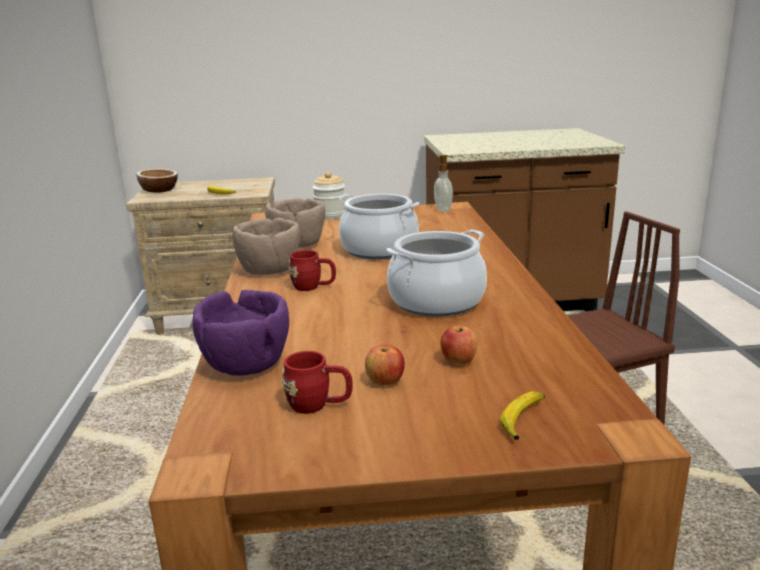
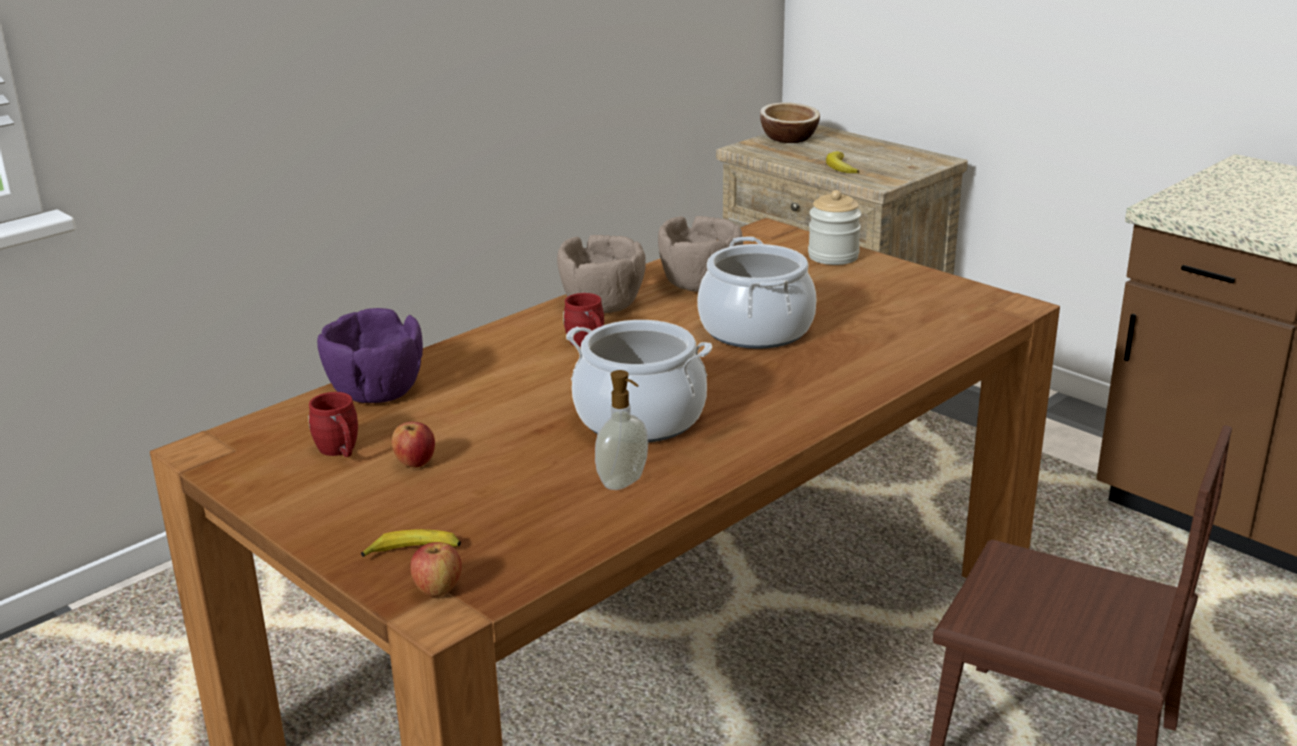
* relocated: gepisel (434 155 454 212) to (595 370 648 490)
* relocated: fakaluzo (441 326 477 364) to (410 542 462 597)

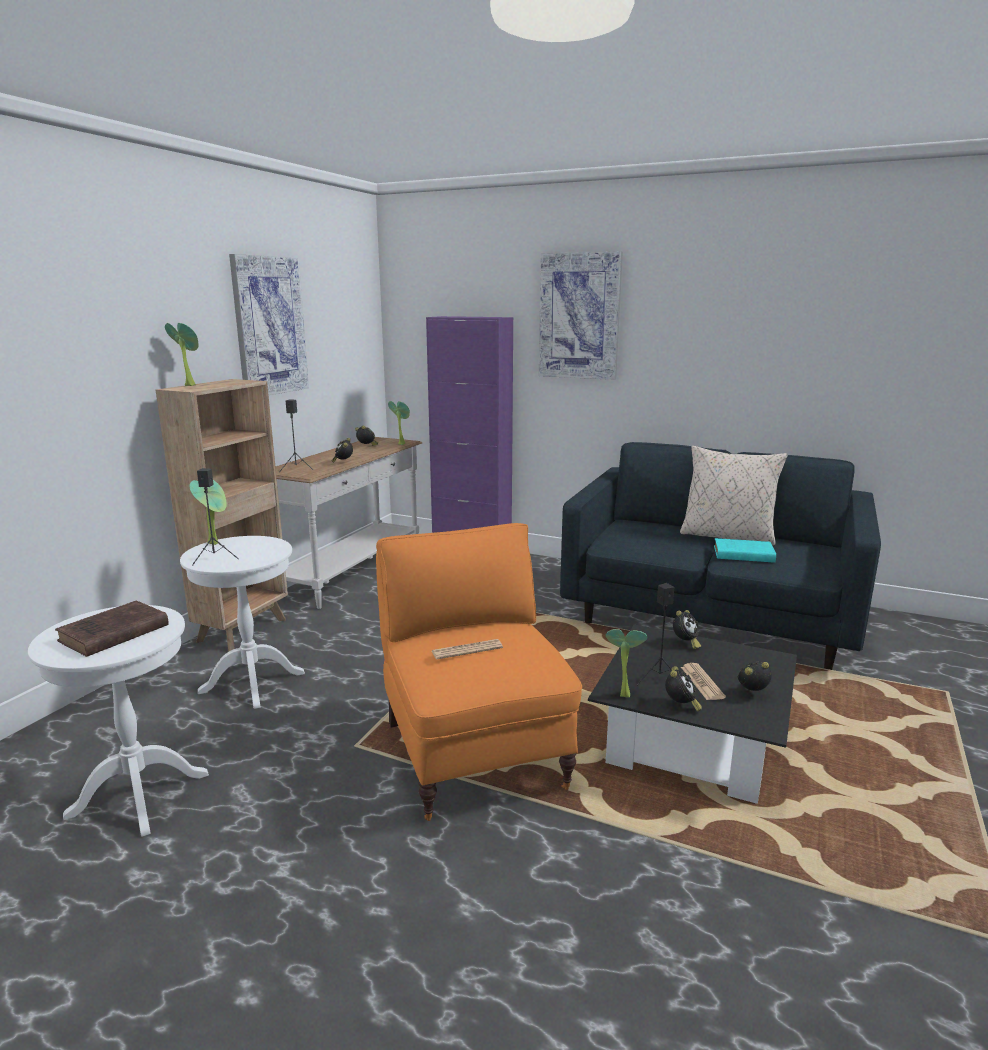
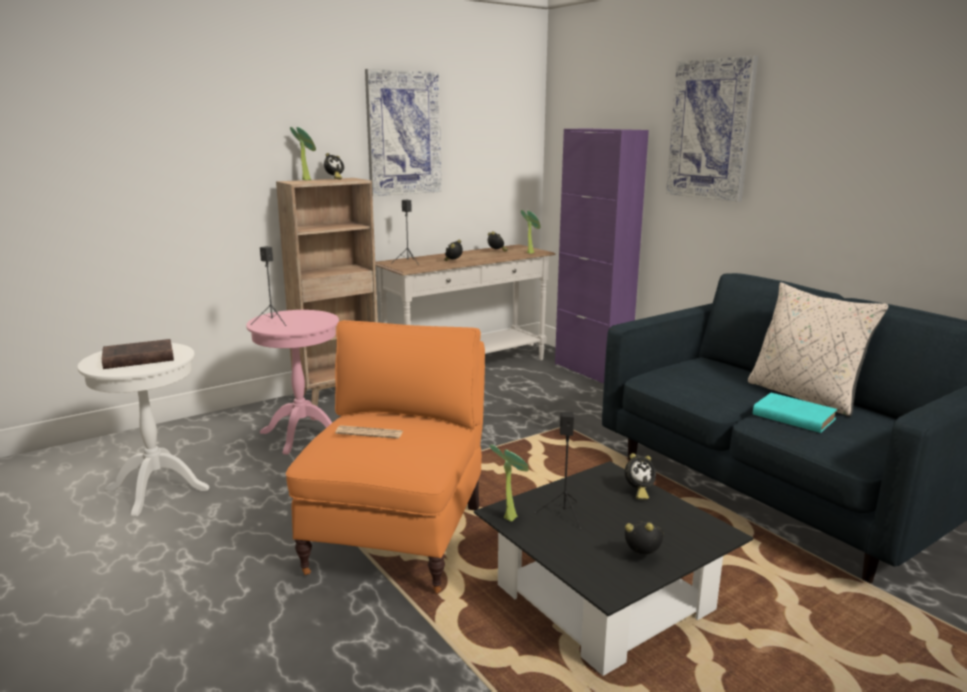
* missing: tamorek (189 480 227 545)
* missing: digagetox (681 663 726 700)
* relocated: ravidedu (665 666 702 712) to (324 153 344 180)
* colour: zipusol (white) (180 536 305 709) to zipusol (pink) (246 310 339 455)

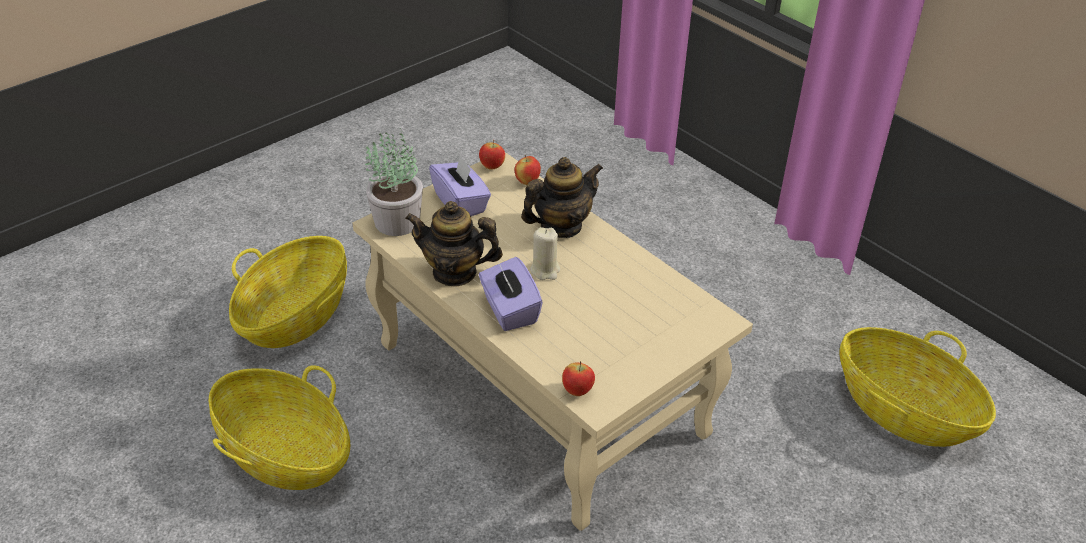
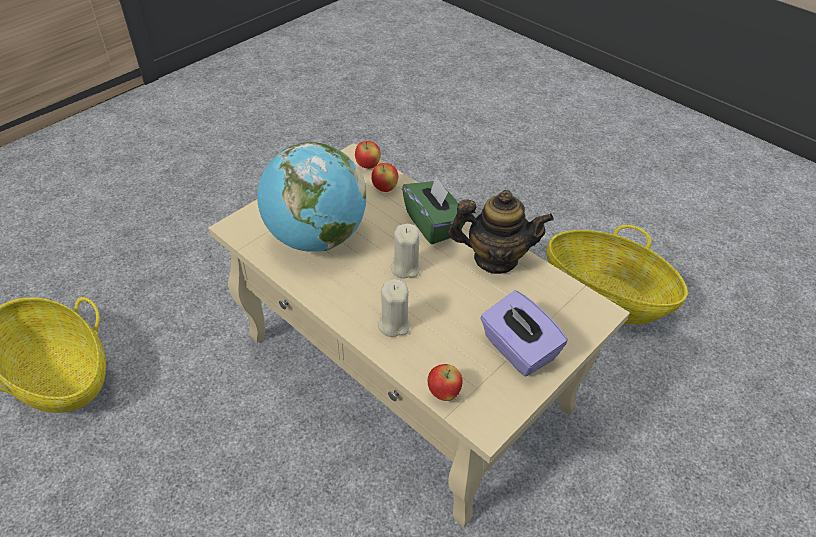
* missing: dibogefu (229 236 347 348)
* missing: tamorek (365 128 423 236)
* appeared: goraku (257 142 366 252)
* relocated: fakaluzo (479 140 505 170) to (371 163 398 192)
* exchanged: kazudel (521 157 603 238) to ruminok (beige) (378 279 411 337)
* colour: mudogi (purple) (479 257 543 331) to mudogi (green) (402 176 466 244)

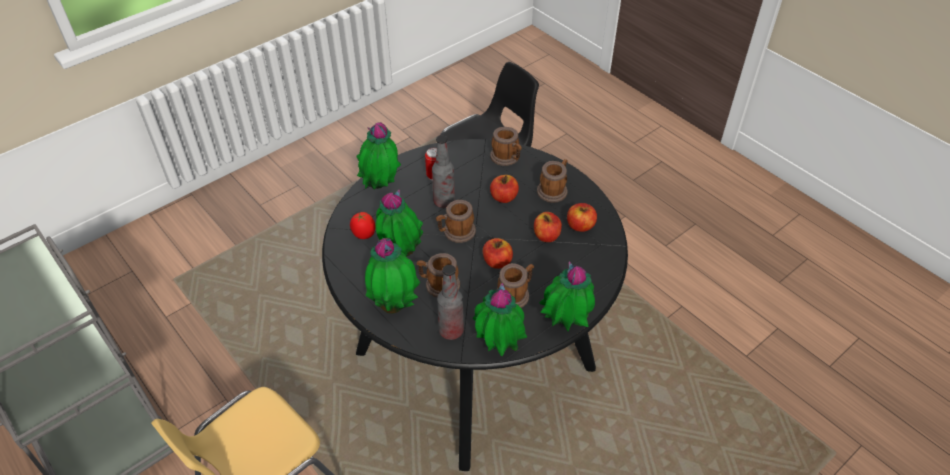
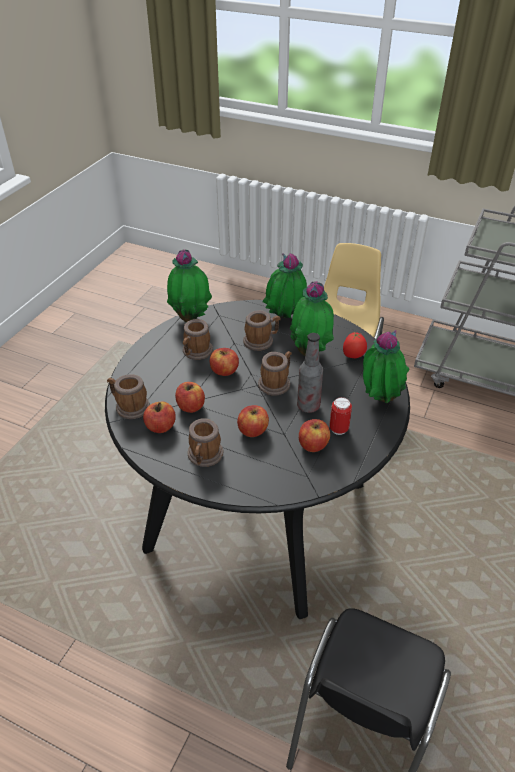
* missing: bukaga (437 265 464 340)
* missing: tamorek (539 262 595 331)
* appeared: fakaluzo (299 419 330 452)
* relocated: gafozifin (490 127 522 166) to (107 374 150 419)

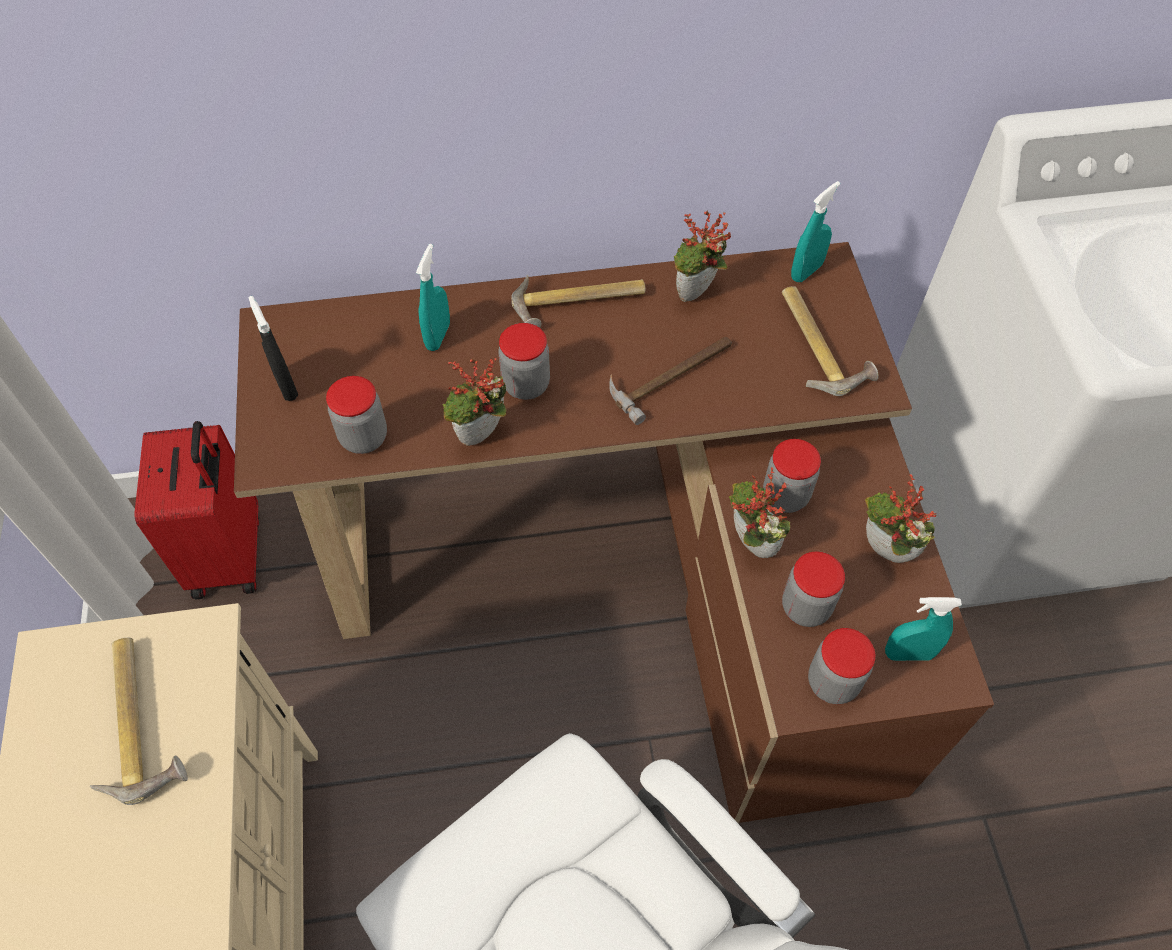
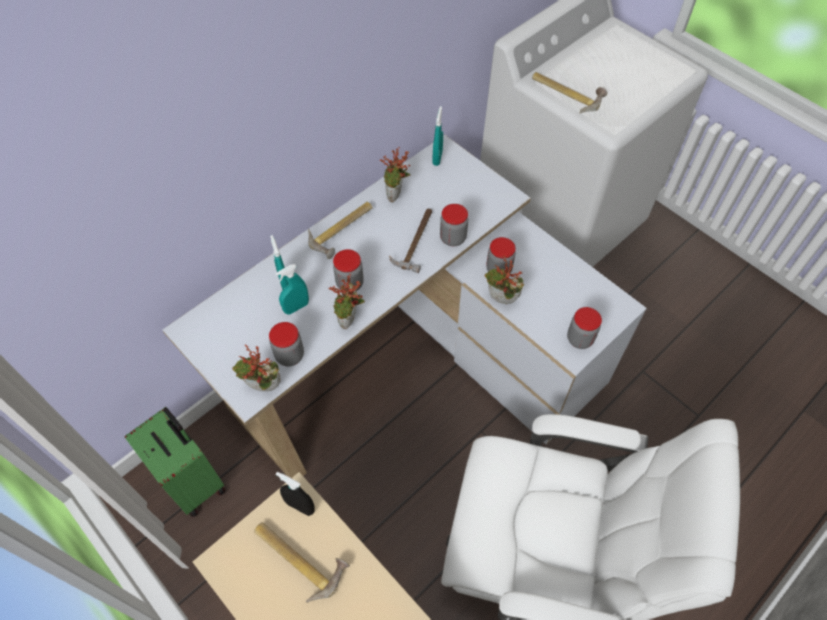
* relocated: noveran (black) (249 296 298 401) to (276 471 315 516)
* relocated: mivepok (782 286 879 396) to (532 72 607 113)
* relocated: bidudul (782 551 845 627) to (440 204 468 246)
* relocated: tamorek (865 474 937 563) to (232 345 280 391)
* relocated: noveran (turquoise) (885 597 962 661) to (275 264 309 315)
* colour: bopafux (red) (134 421 259 600) to bopafux (green) (124 407 226 517)
* colour: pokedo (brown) (234 242 994 824) to pokedo (white) (162 135 647 478)

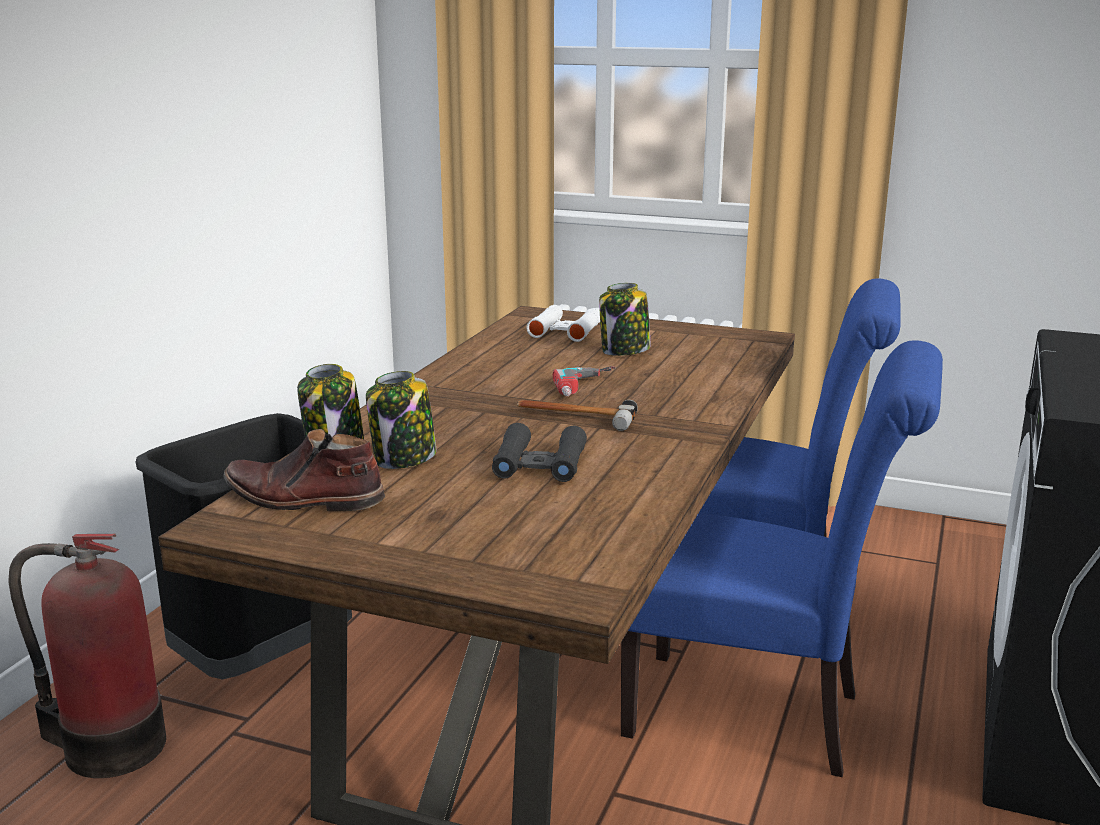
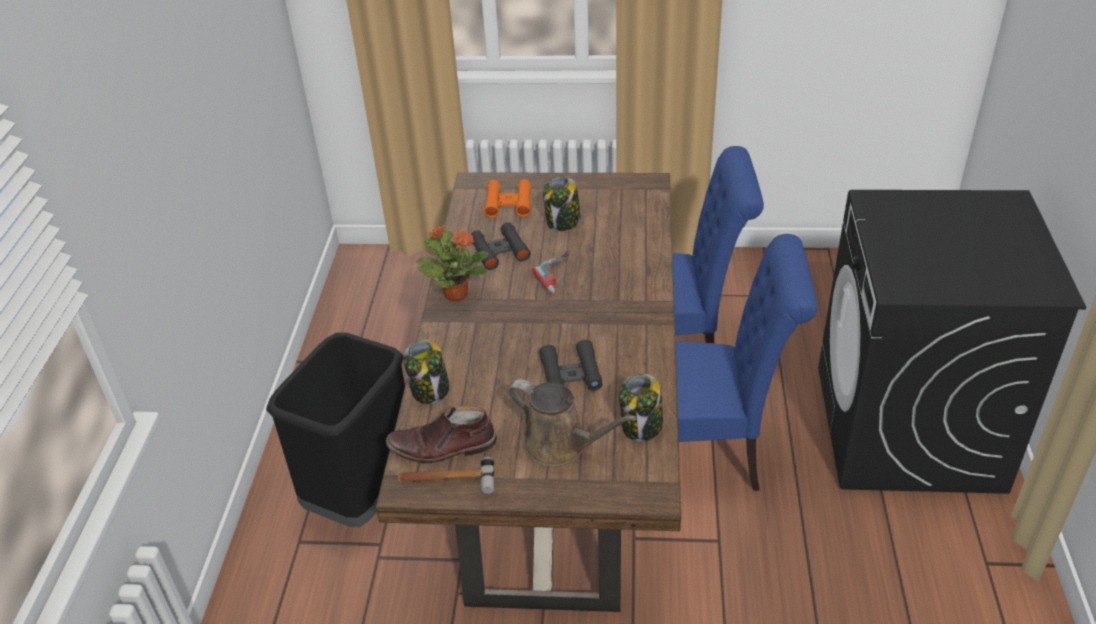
* missing: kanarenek (8 534 166 778)
* appeared: tamorek (416 225 488 302)
* appeared: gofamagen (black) (471 222 531 270)
* appeared: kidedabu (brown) (507 379 637 466)
* relocated: bidudul (366 371 436 469) to (619 374 663 442)
* relocated: mivepok (517 400 638 431) to (398 456 494 494)
* colour: gofamagen (white) (527 305 600 342) to gofamagen (orange) (484 179 531 218)

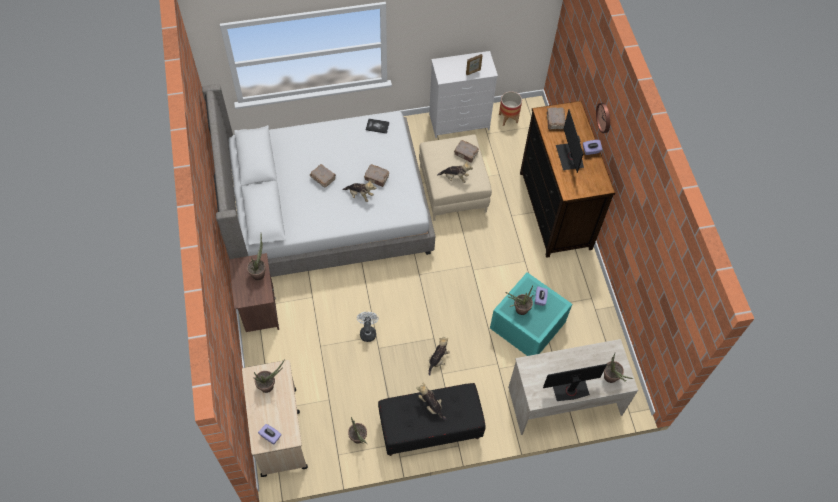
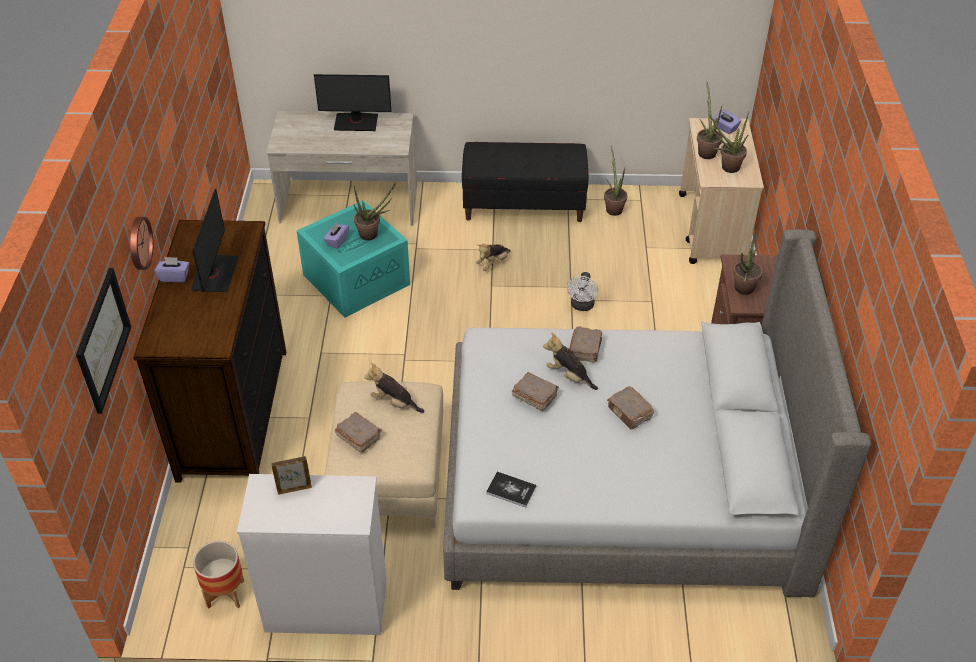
* missing: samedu (416 382 447 420)
* appeared: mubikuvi (76 268 131 414)
* relocated: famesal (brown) (547 107 566 130) to (569 326 602 363)
* relocated: tamorek (604 353 633 383) to (697 82 723 159)

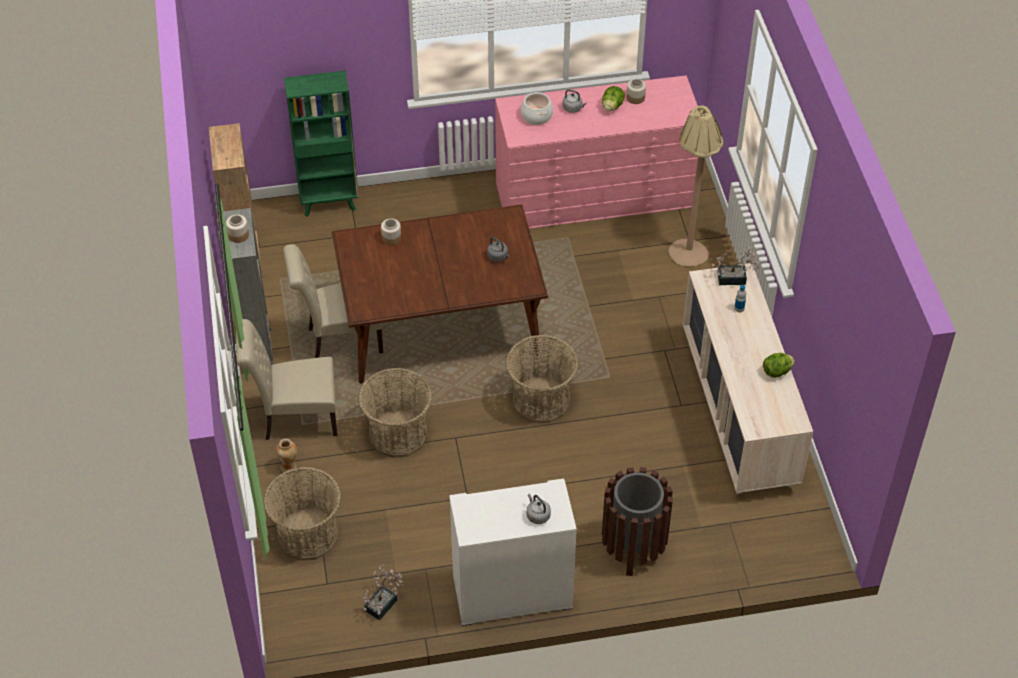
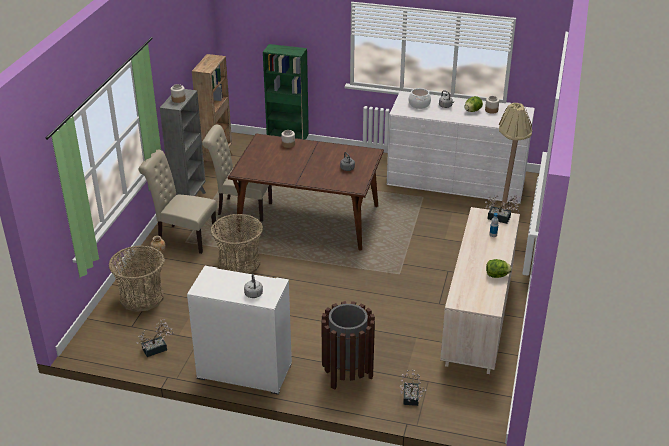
* missing: dibogefu (506 335 579 423)
* appeared: tamorek (400 369 426 406)
* colour: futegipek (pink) (495 75 698 229) to futegipek (white) (387 92 535 204)

